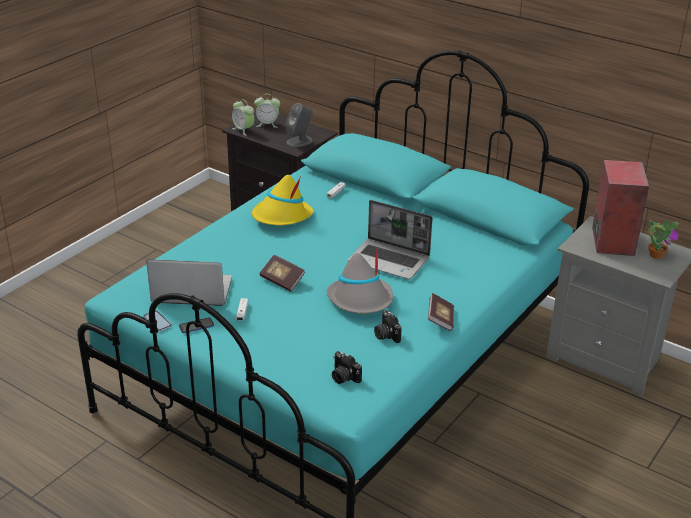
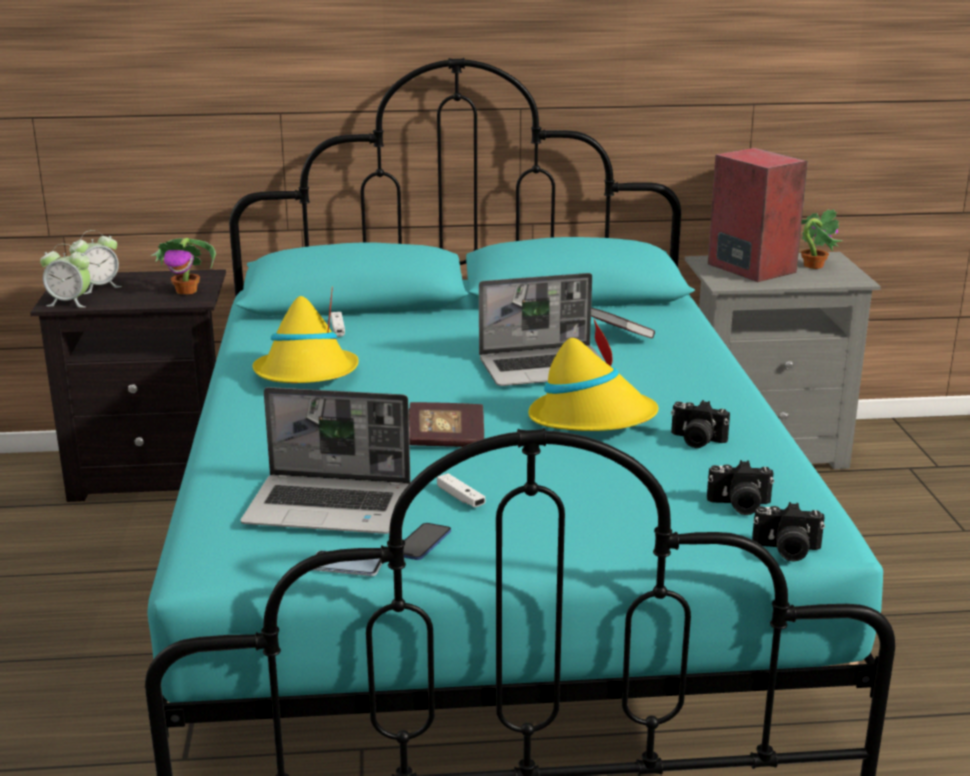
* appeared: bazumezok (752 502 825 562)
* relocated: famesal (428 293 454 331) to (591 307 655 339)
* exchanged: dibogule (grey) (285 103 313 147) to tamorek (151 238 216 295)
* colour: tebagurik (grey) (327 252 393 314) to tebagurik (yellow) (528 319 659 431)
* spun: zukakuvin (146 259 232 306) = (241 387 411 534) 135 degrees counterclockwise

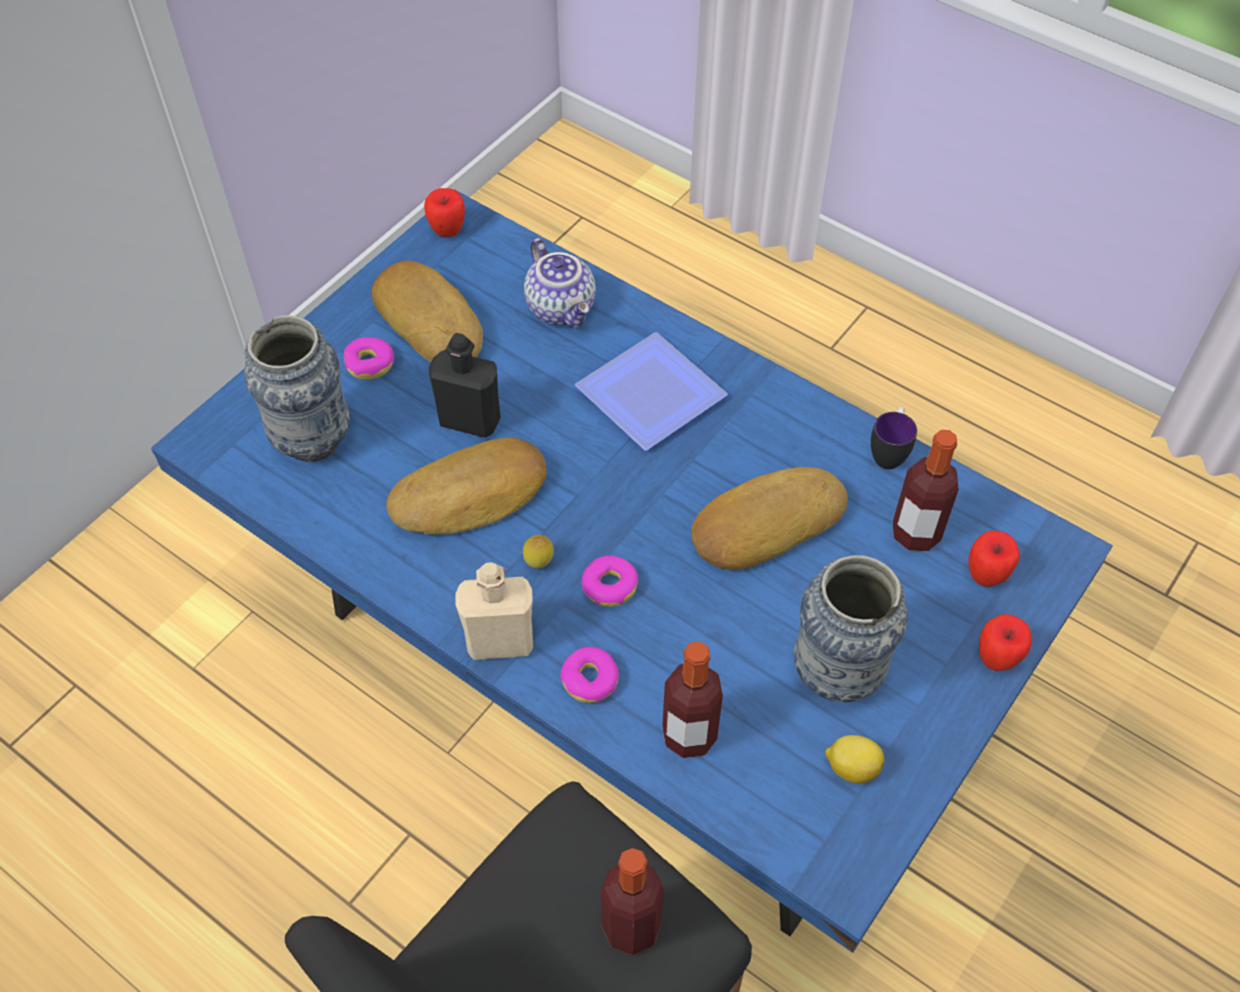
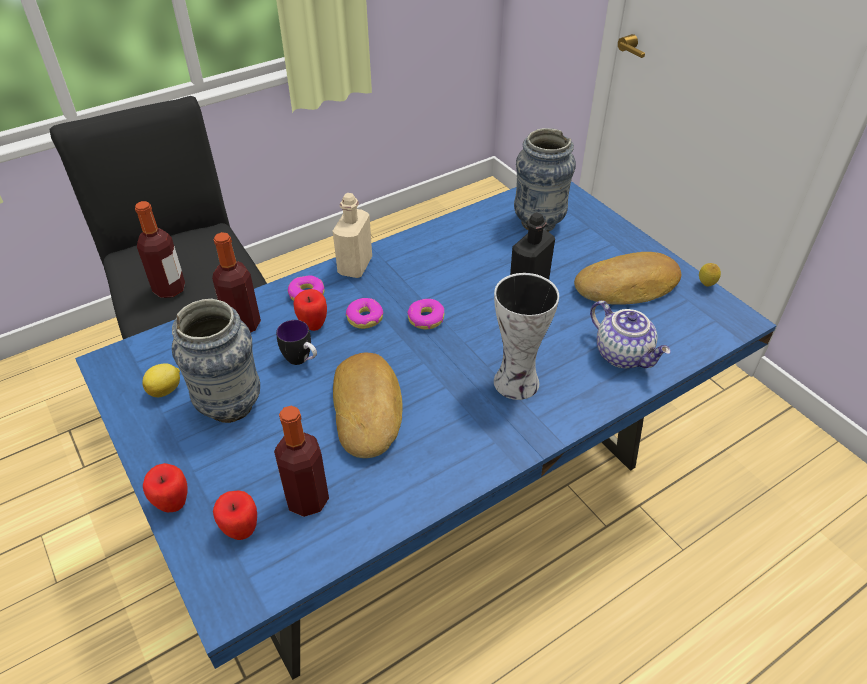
* missing: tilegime (386 437 547 535)
* relocated: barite (344 337 394 380) to (408 299 444 329)
* relocated: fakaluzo (424 188 465 237) to (294 289 327 331)
* relocated: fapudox (523 535 554 568) to (699 263 721 286)
* relocated: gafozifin (871 407 917 469) to (276 320 317 365)
* exchanged: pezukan (575 332 728 450) to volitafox (494 273 559 400)
* spun: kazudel (524 238 596 327) = (590 301 671 368) 120 degrees counterclockwise

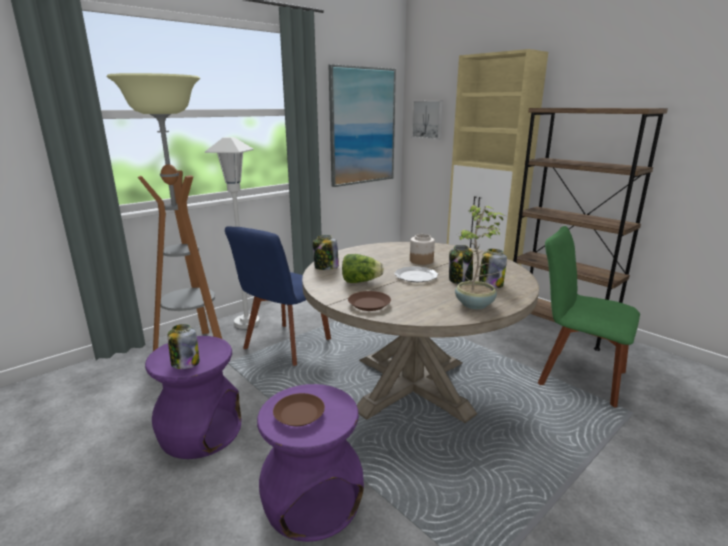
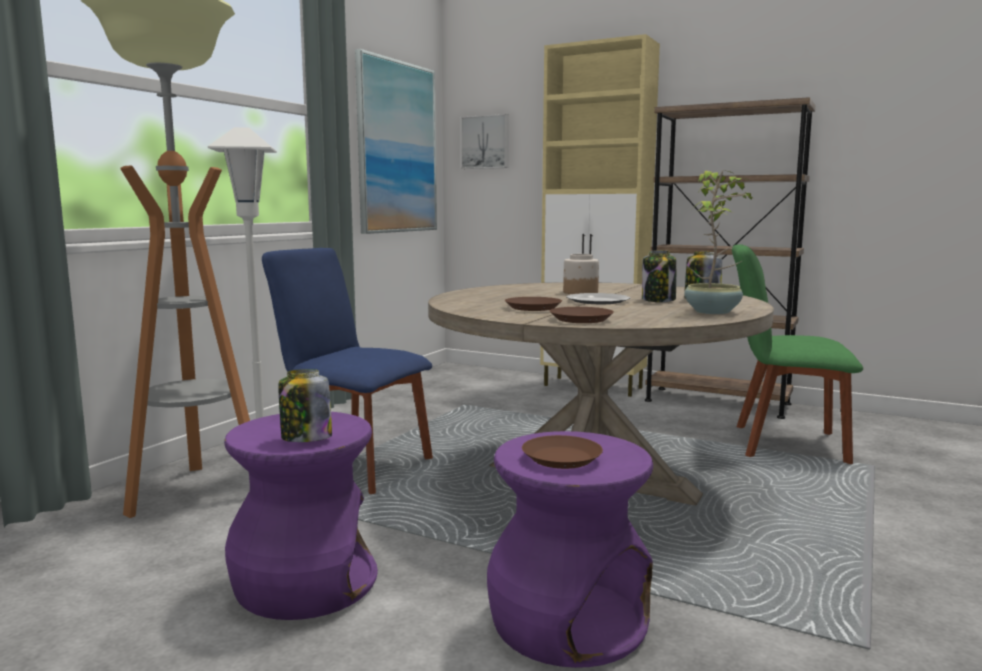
* missing: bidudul (313 235 339 270)
* exchanged: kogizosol (342 254 384 283) to pezukan (brown) (505 297 562 311)
* spun: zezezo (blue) (225 226 331 366) = (262 248 433 494) 105 degrees clockwise

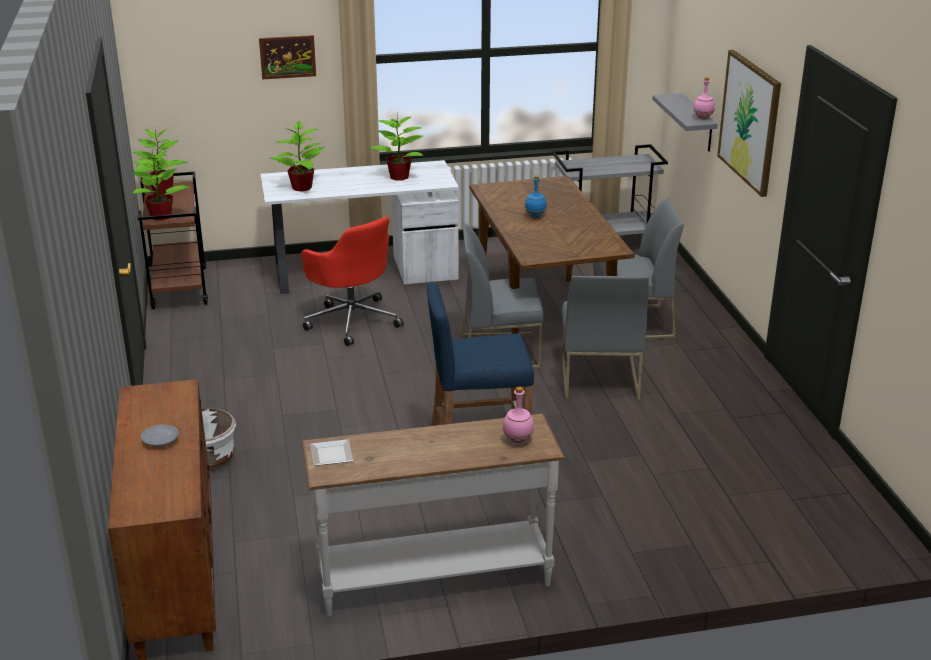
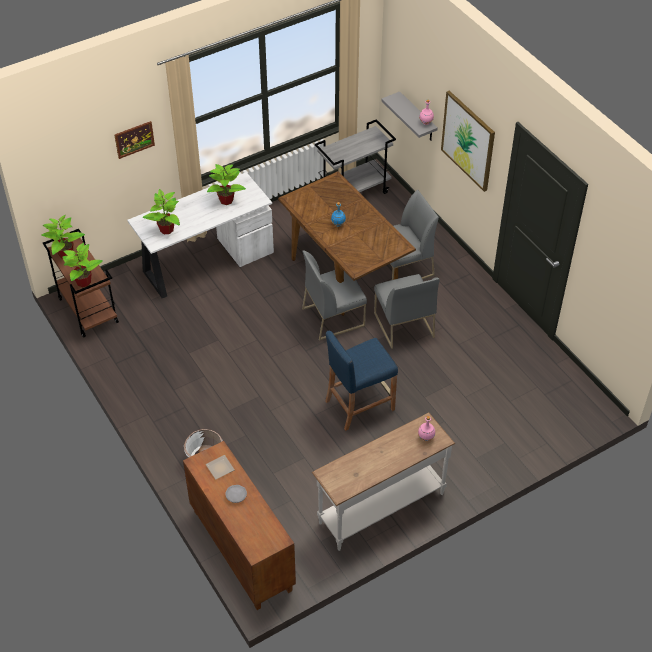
* missing: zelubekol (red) (301 217 404 346)
* relocated: pezukan (310 439 353 466) to (206 455 235 480)

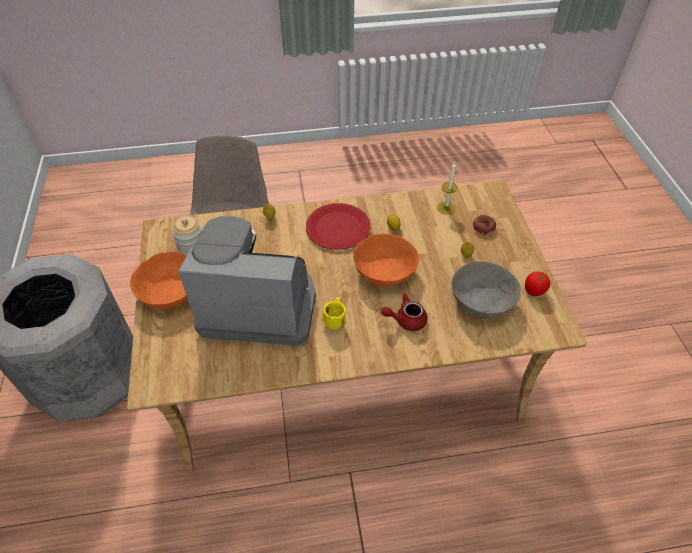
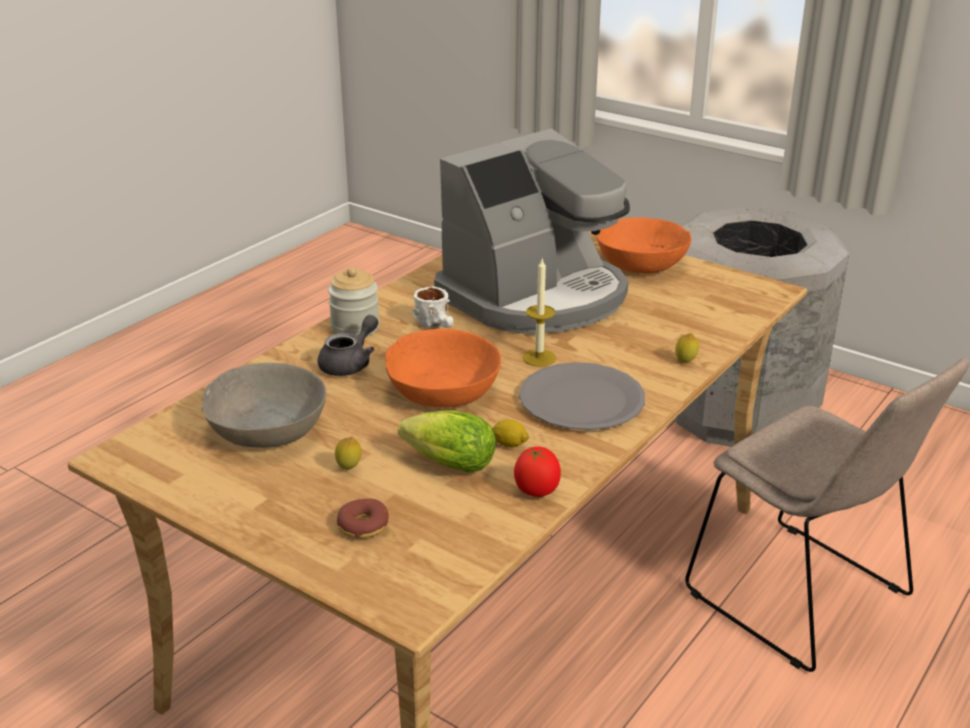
* appeared: kogizosol (398 410 496 473)
* relocated: bidudul (172 216 203 255) to (328 267 380 337)
* relocated: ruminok (437 162 458 215) to (522 259 556 367)
* relocated: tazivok (525 271 550 296) to (514 447 561 497)
* colour: pezukan (red) (306 203 370 250) to pezukan (grey) (519 362 645 430)
* colour: gafozifin (yellow) (321 297 346 330) to gafozifin (white) (412 286 454 329)
* colour: kazudel (red) (381 293 428 331) to kazudel (grey) (318 315 378 376)

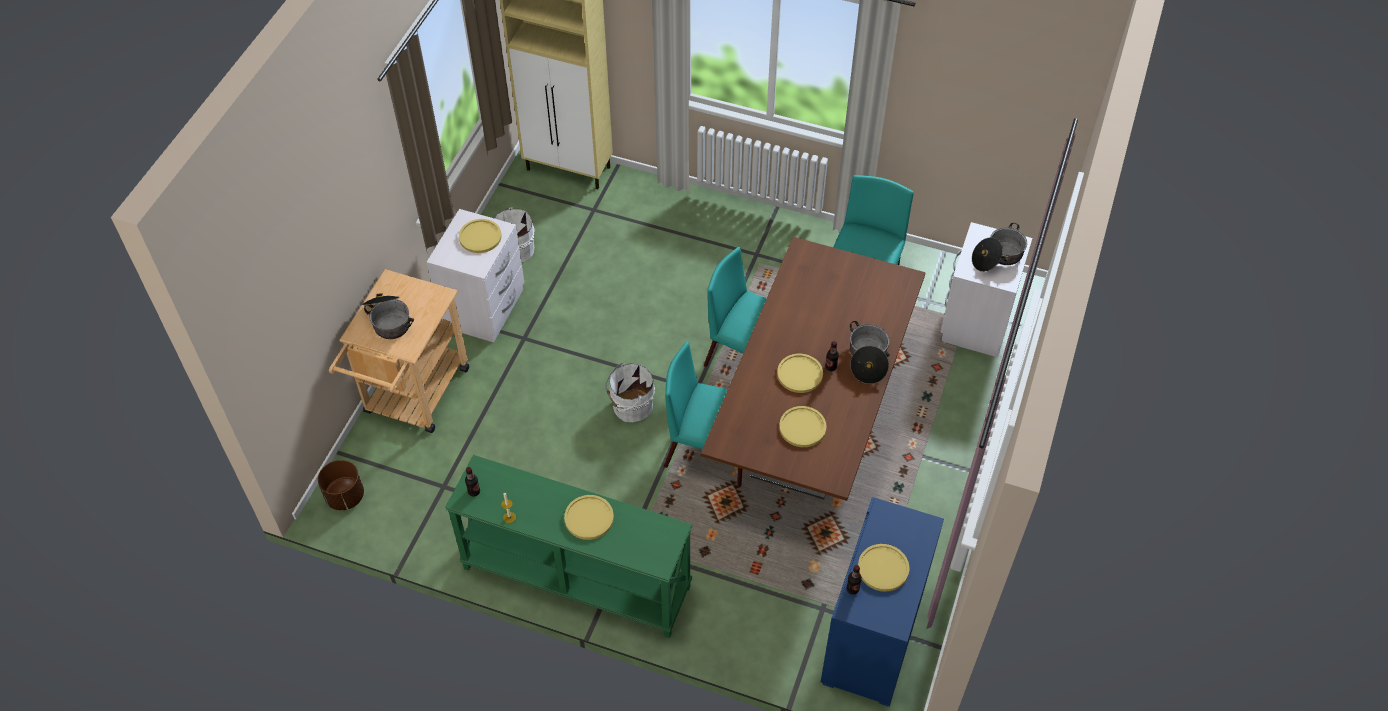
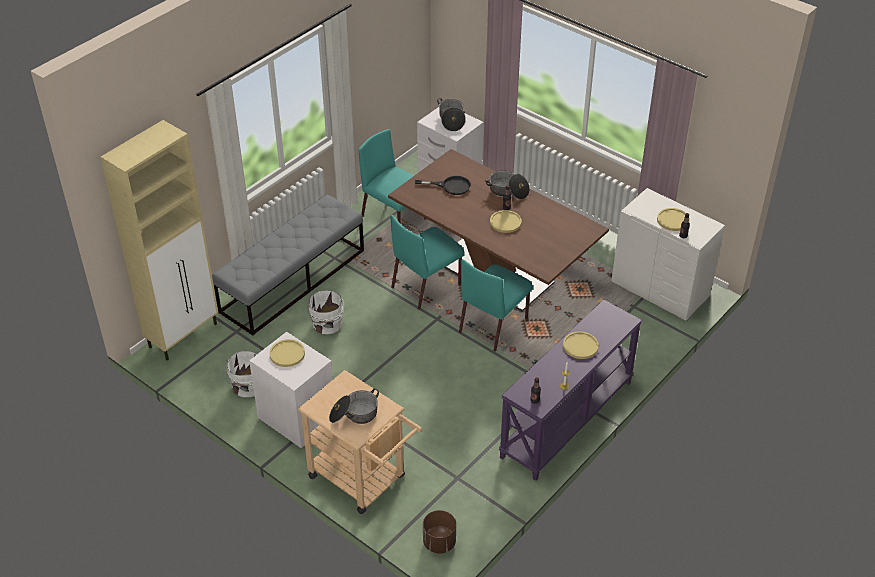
* missing: pezukan (yellow) (779 406 827 447)
* appeared: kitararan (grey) (212 194 364 335)
* appeared: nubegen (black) (415 176 471 195)
* relocated: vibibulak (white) (606 363 655 422) to (307 290 344 334)
* colour: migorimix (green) (445 455 692 638) to migorimix (purple) (499 299 642 481)
* colour: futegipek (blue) (821 497 944 707) to futegipek (white) (612 188 725 321)

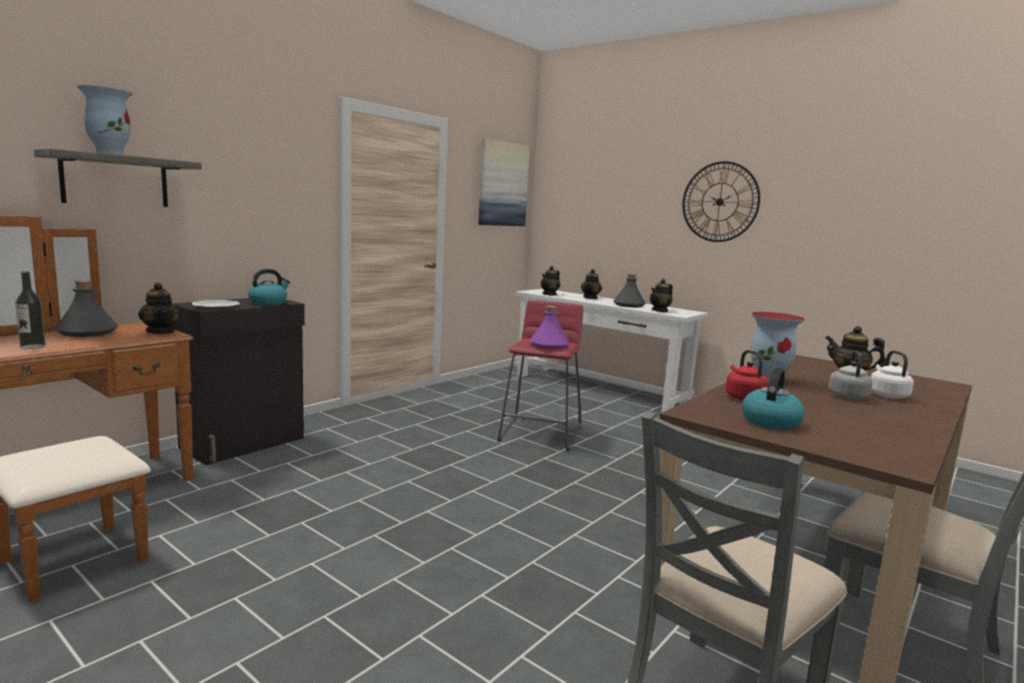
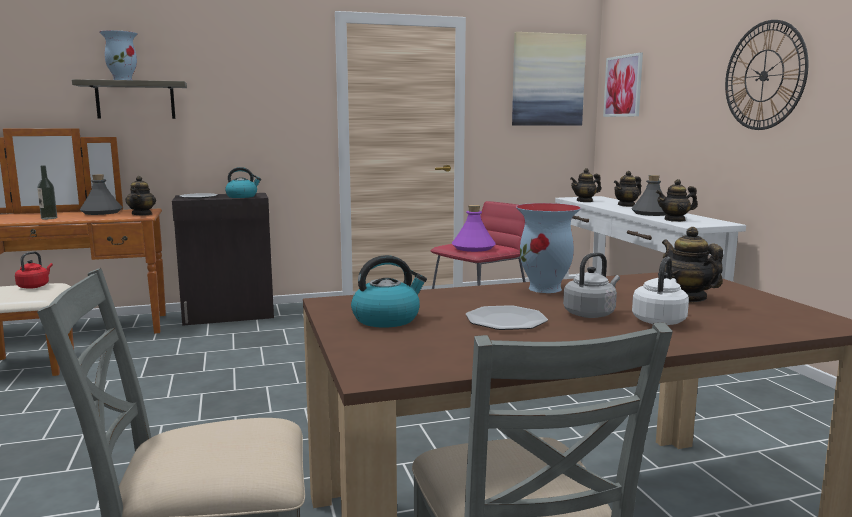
* appeared: pezukan (466 305 548 330)
* appeared: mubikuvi (603 52 643 117)
* relocated: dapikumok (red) (726 350 769 400) to (15 251 53 289)

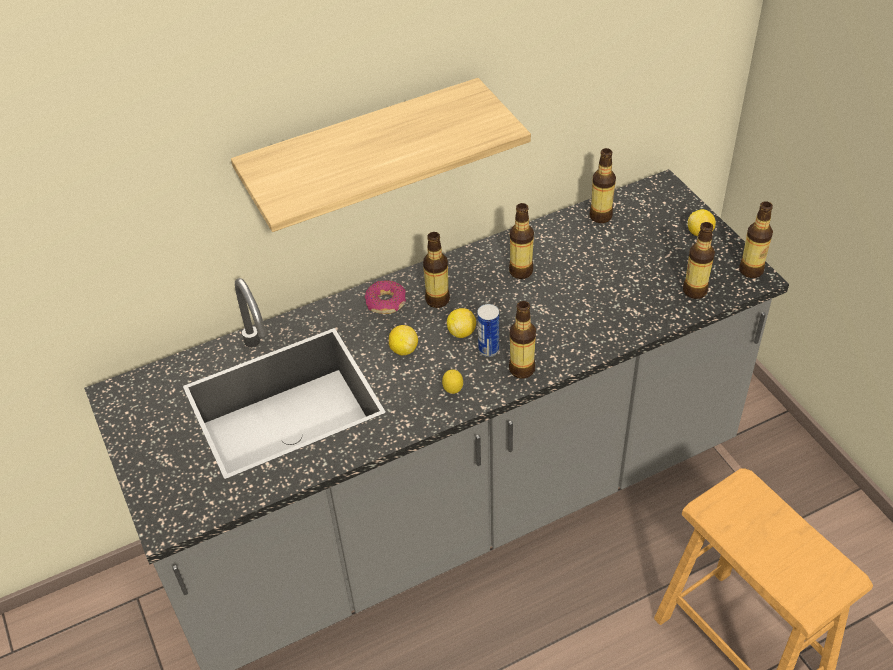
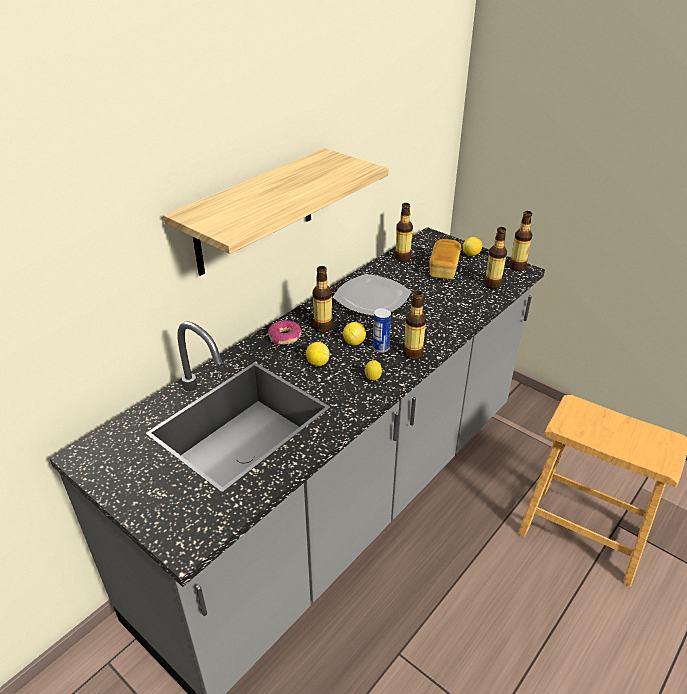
* appeared: tilegime (429 239 461 279)
* exchanged: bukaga (509 203 534 279) to pezukan (333 274 411 316)

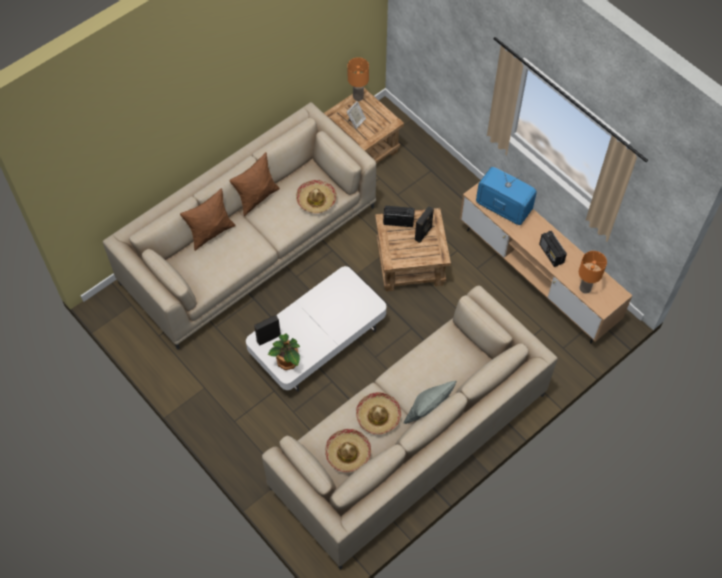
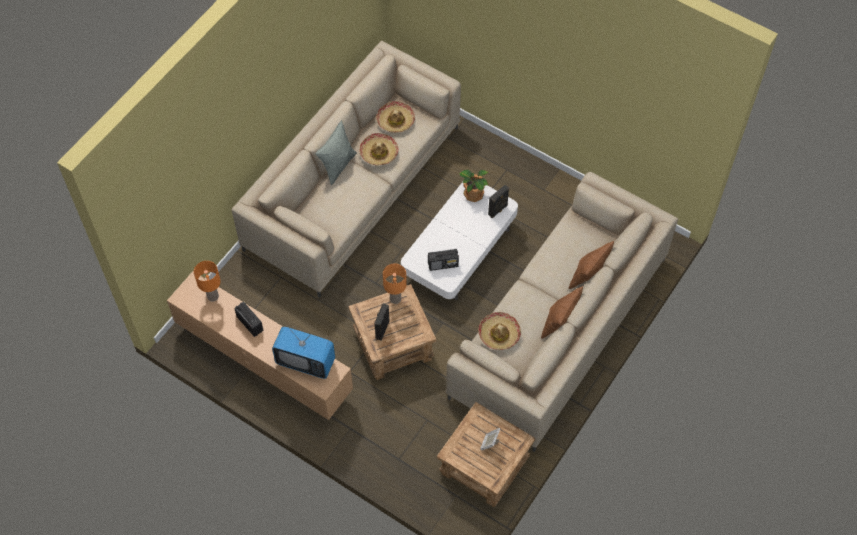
* relocated: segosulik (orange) (347 57 369 101) to (383 263 407 304)
* relocated: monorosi (383 206 415 227) to (428 249 459 271)

